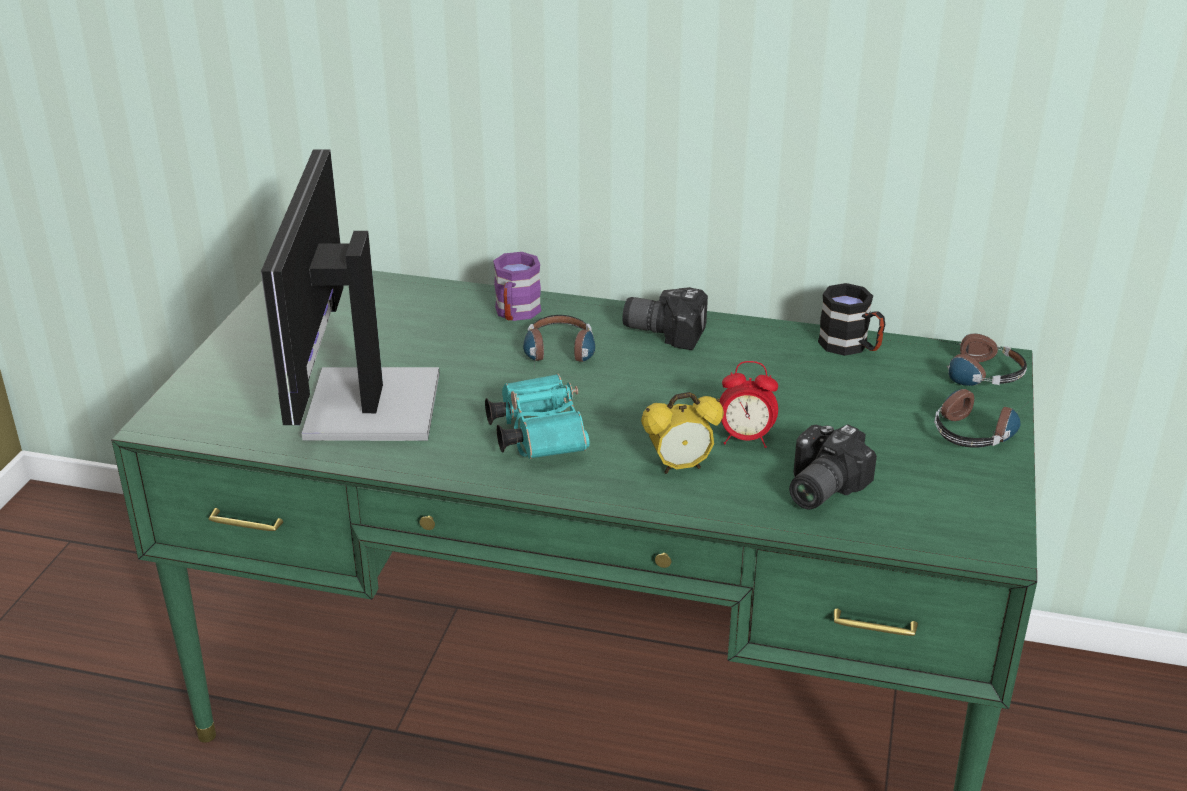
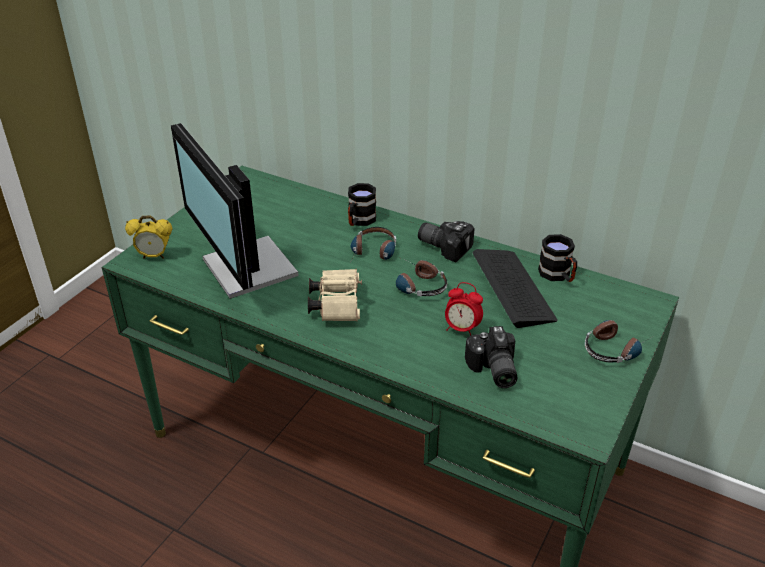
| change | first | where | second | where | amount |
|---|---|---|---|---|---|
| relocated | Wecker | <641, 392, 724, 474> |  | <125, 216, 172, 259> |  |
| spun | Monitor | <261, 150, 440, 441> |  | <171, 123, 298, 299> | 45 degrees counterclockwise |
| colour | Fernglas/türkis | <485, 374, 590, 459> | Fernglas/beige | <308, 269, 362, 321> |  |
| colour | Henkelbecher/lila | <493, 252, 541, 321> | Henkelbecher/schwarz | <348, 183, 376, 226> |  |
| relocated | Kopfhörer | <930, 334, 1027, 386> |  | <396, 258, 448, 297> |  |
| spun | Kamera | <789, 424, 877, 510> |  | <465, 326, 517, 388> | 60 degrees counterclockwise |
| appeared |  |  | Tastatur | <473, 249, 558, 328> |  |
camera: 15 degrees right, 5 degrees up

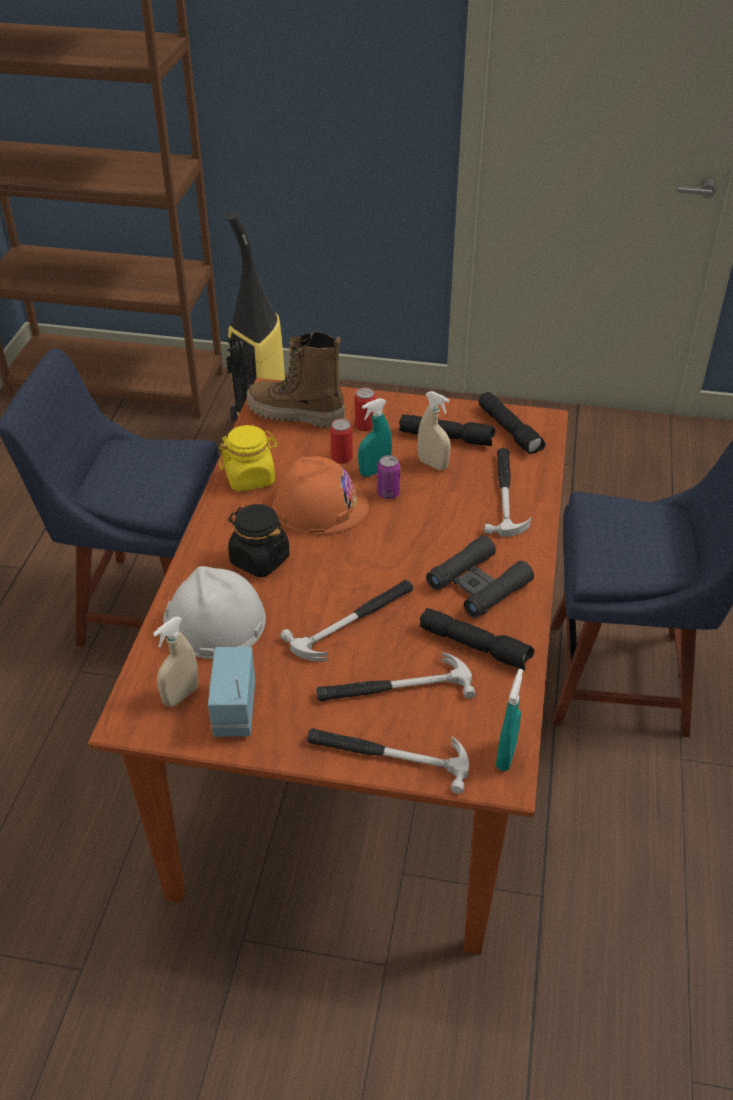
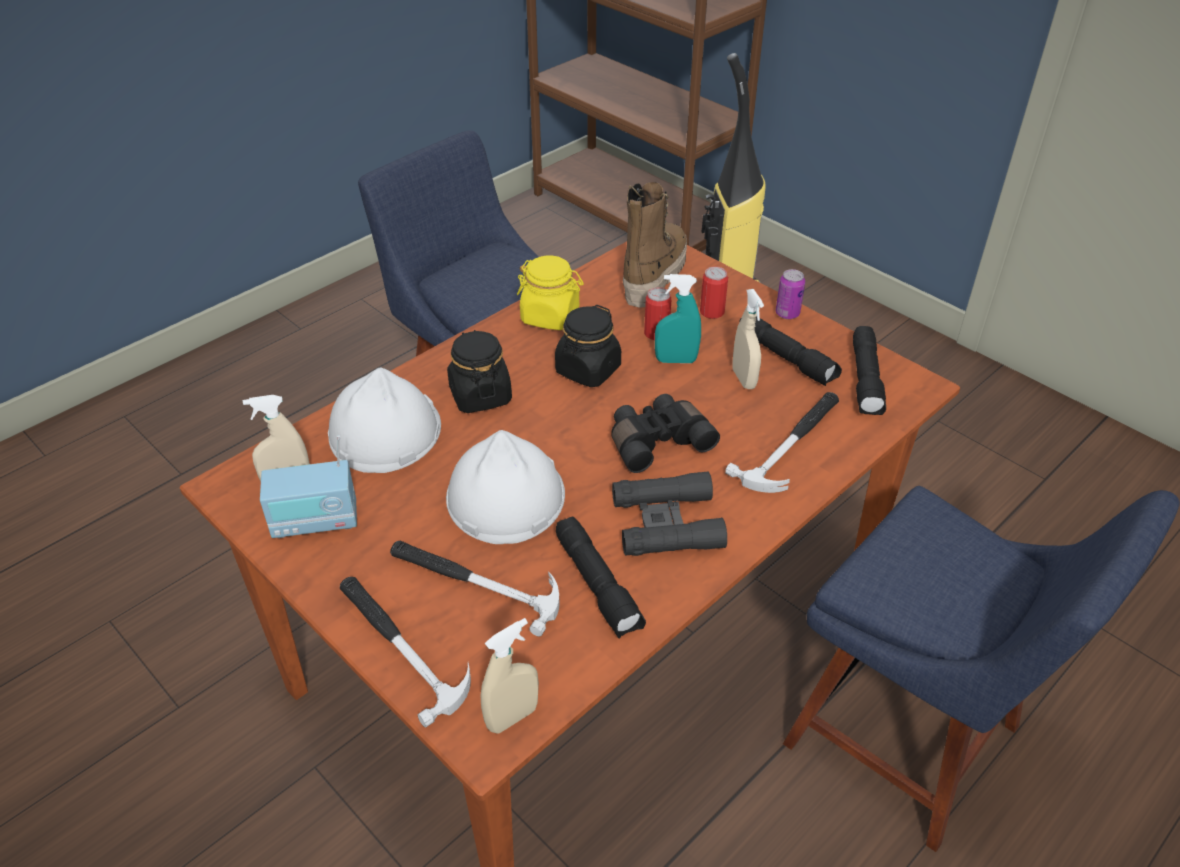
| change | first | where | second | where | amount |
|---|---|---|---|---|---|
| spun | Radio | <208, 647, 255, 737> |  | <260, 435, 357, 538> | 135 degrees counterclockwise |
| exchanged | Hammer | <280, 580, 413, 662> | Schutzhelm/weiß | <446, 430, 565, 544> |  |
| colour | Sprühflasche/türkis | <496, 669, 523, 771> | Sprühflasche/beige | <481, 618, 539, 734> |  |
| exchanged | Schutzhelm/orange | <272, 456, 369, 535> | Vorratsglas/schwarz | <555, 305, 621, 387> |  |
| appeared |  |  | Fernglas/schwarz | <611, 394, 720, 473> |  |
| spun | Stiefel | <247, 332, 345, 429> |  | <623, 182, 687, 308> | 60 degrees clockwise |
| relocated | Dose | <377, 455, 400, 499> |  | <775, 269, 805, 319> |  |
camera: 35 degrees right, 0 degrees up

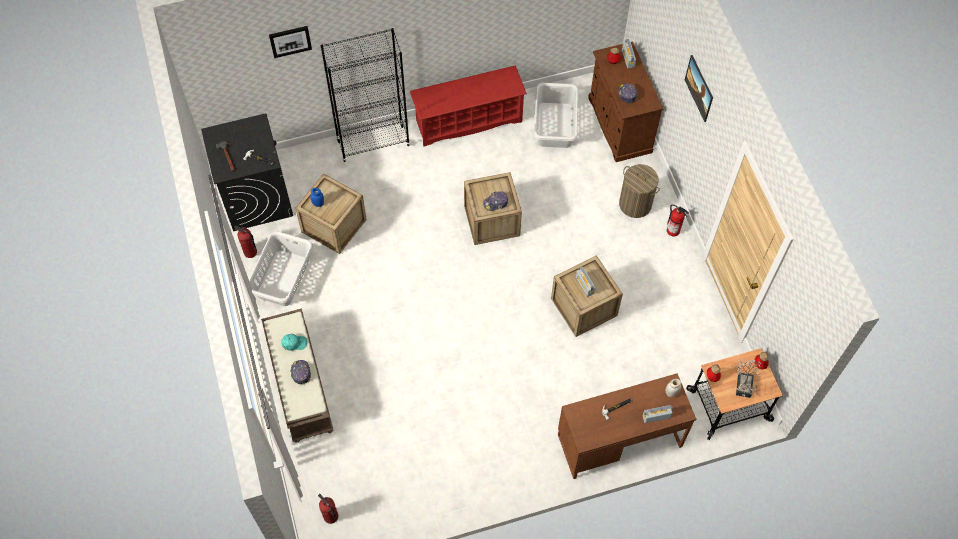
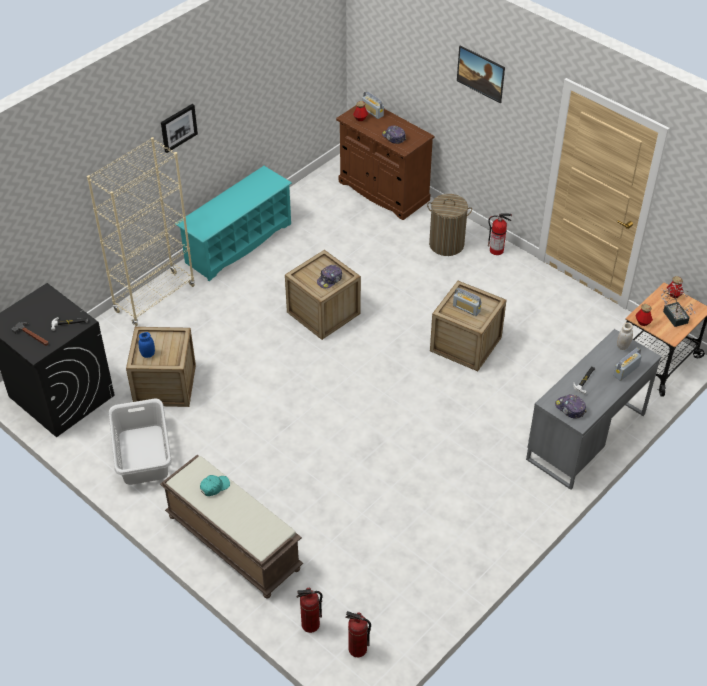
| change | first | where | second | where | amount |
|---|---|---|---|---|---|
| colour | Bücherregal/schwarz | <320, 28, 410, 162> | Bücherregal/beige | <87, 137, 195, 326> |  |
| relocated | Bild | <269, 26, 312, 58> |  | <161, 104, 198, 153> |  |
| colour | Schuhregal/rot | <410, 65, 527, 147> | Schuhregal/türkis | <175, 166, 292, 281> |  |
| relocated | Feuerlöscher | <234, 225, 257, 258> |  | <297, 588, 323, 633> |  |
| colour | Schreibtisch/braun | <558, 373, 696, 479> | Schreibtisch/grau | <526, 329, 662, 490> |  |
| relocated | Kappe | <290, 360, 311, 385> |  | <555, 394, 586, 419> |  |
| missing | Wäschekorb/grau | <534, 83, 578, 148> |  |  |  |
camera: 30 degrees left, 15 degrees down

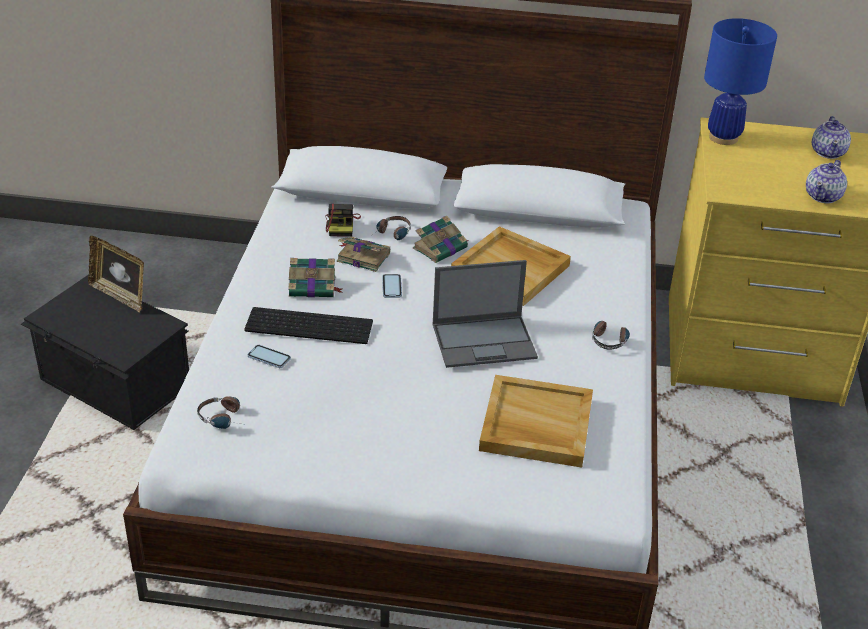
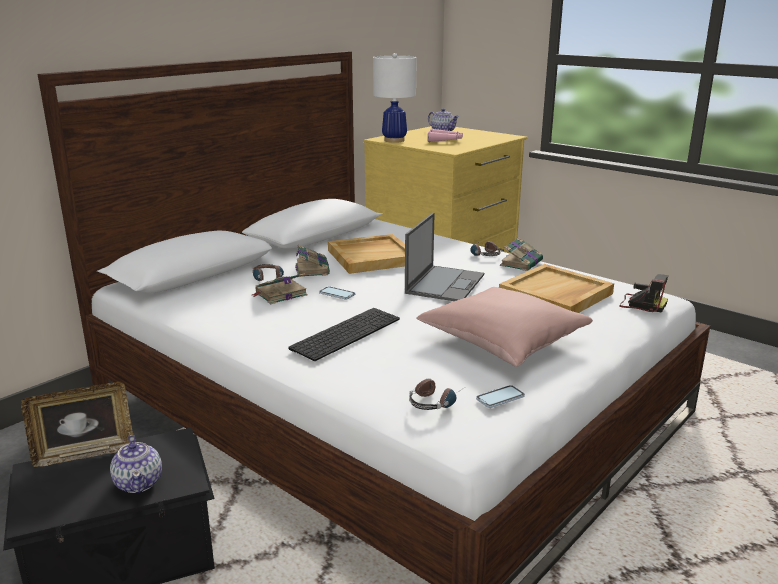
| change | first | where | second | where | amount |
|---|---|---|---|---|---|
| relocated | Teekanne | <806, 160, 847, 203> |  | <110, 435, 162, 493> |  |
| colour | Tischlampe/blau | <704, 18, 777, 145> | Tischlampe/weiß | <373, 53, 417, 143> |  |
| appeared |  |  | Kissen/rosa | <416, 287, 593, 367> |  |
| appeared |  |  | Fernglas/rosa | <427, 129, 463, 142> |  |
| relocated | Handy | <248, 345, 291, 368> |  | <476, 385, 525, 408> |  |
| relocated | Buch | <288, 258, 342, 297> |  | <500, 237, 543, 271> |  |
| relocated | Kamera | <326, 203, 361, 237> |  | <619, 274, 668, 313> |  |
camera: 55 degrees left, 15 degrees down

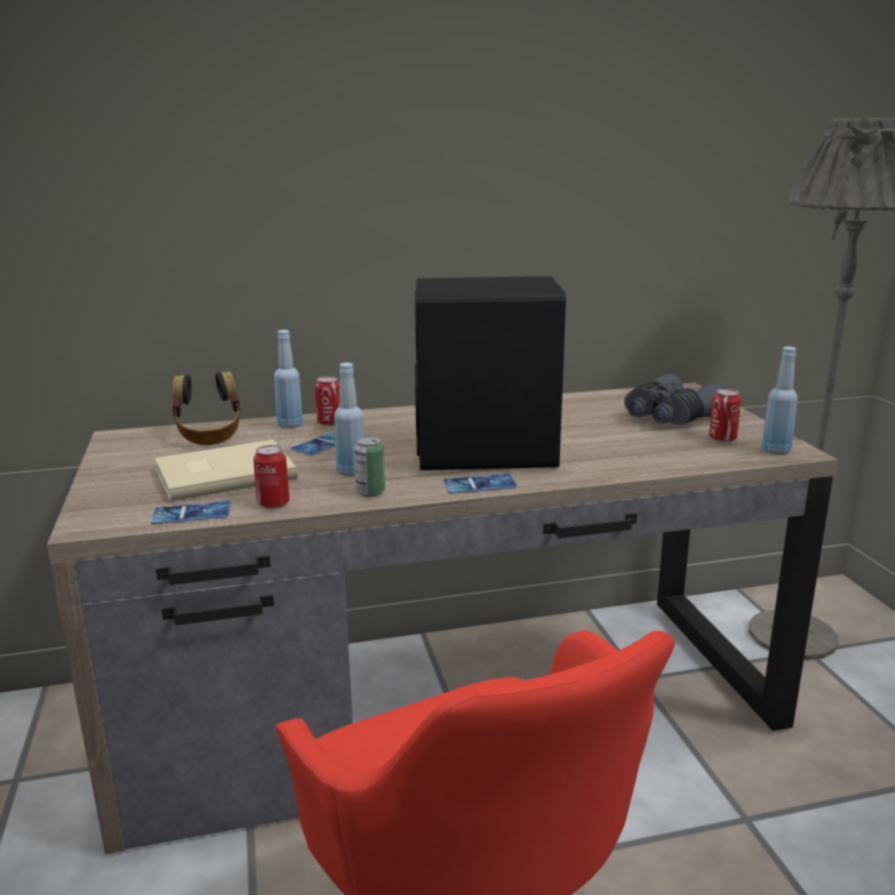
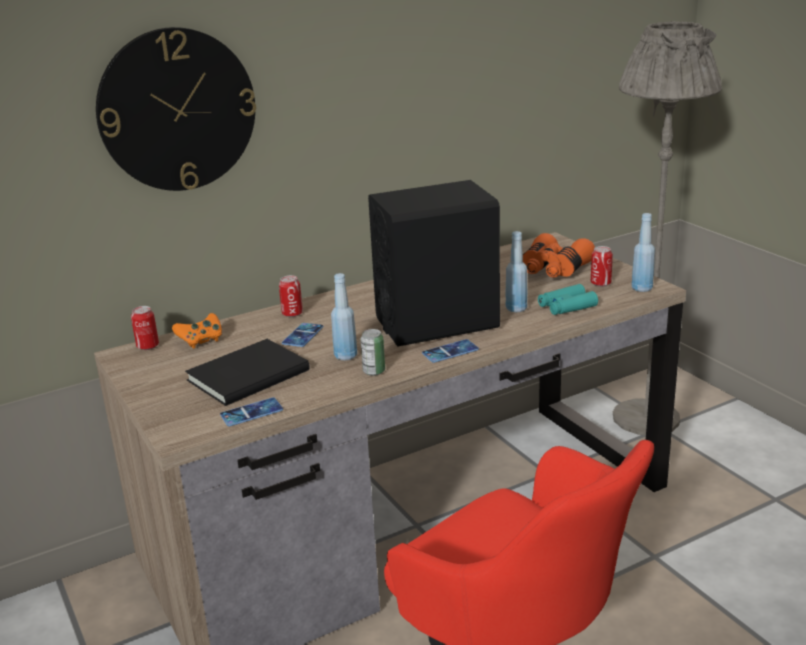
| change | first | where | second | where | amount |
|---|---|---|---|---|---|
| appeared |  |  | Wanduhr | <96, 27, 256, 191> |  |
| relocated | Dose | <253, 445, 289, 509> |  | <131, 306, 159, 350> |  |
| exchanged | Kopfhörer | <173, 371, 241, 445> | Gamepad/orange | <172, 313, 222, 349> |  |
| colour | Buch/beige | <155, 440, 298, 502> | Buch/schwarz | <185, 339, 310, 406> |  |
| relocated | Flasche/blau | <274, 330, 303, 428> |  | <506, 231, 527, 312> |  |
| colour | Fernglas/grau | <624, 374, 725, 425> | Fernglas/orange | <523, 233, 595, 277> |  |
| appeared |  |  | Fernglas/türkis | <538, 284, 598, 315> |  |
camera: 15 degrees left, 5 degrees up

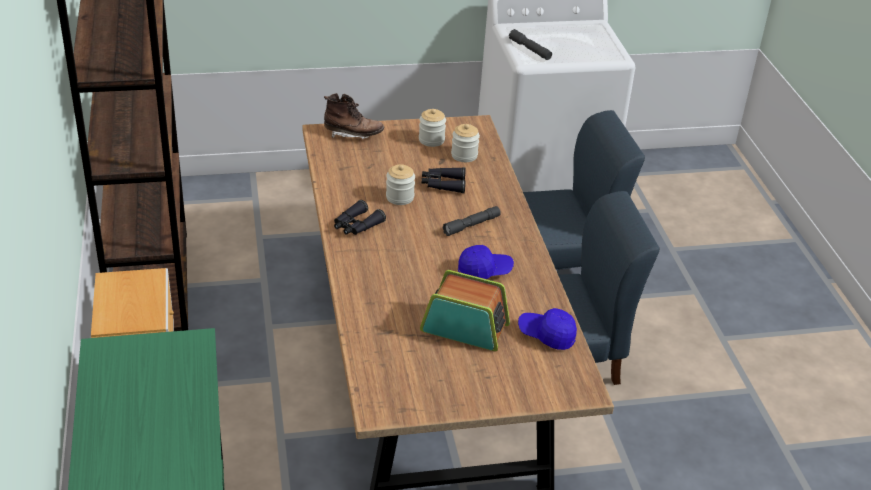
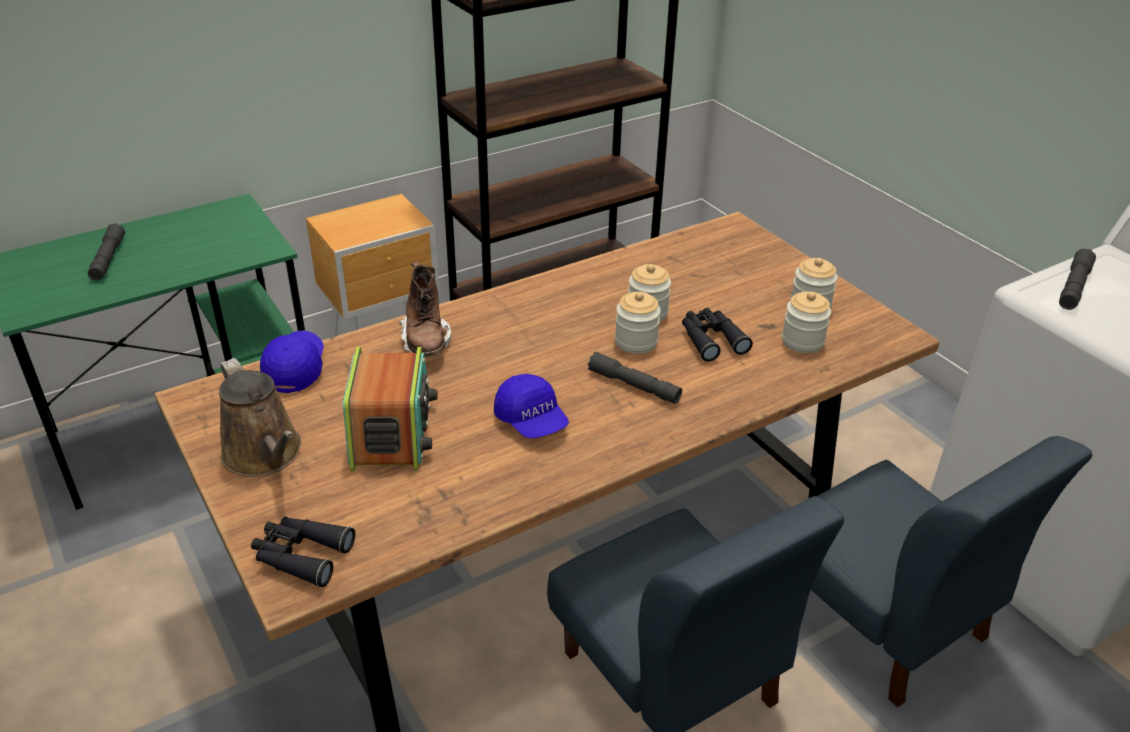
| change | first | where | second | where | amount |
|---|---|---|---|---|---|
| appeared |  |  | Taschenlampe/grau | <88, 223, 125, 281> |  |
| appeared |  |  | Gießkanne/braun | <219, 358, 301, 477> |  |
| relocated | Fernglas/schwarz | <334, 200, 386, 235> |  | <251, 516, 355, 587> |  |
| relocated | Kappe/blau | <518, 308, 577, 350> |  | <260, 330, 324, 393> |  |
| relocated | Stiefel/braun | <324, 93, 384, 139> |  | <399, 261, 451, 357> |  |
| appeared |  |  | Vorratsglas | <615, 292, 661, 354> |  |
camera: 70 degrees right, 0 degrees up

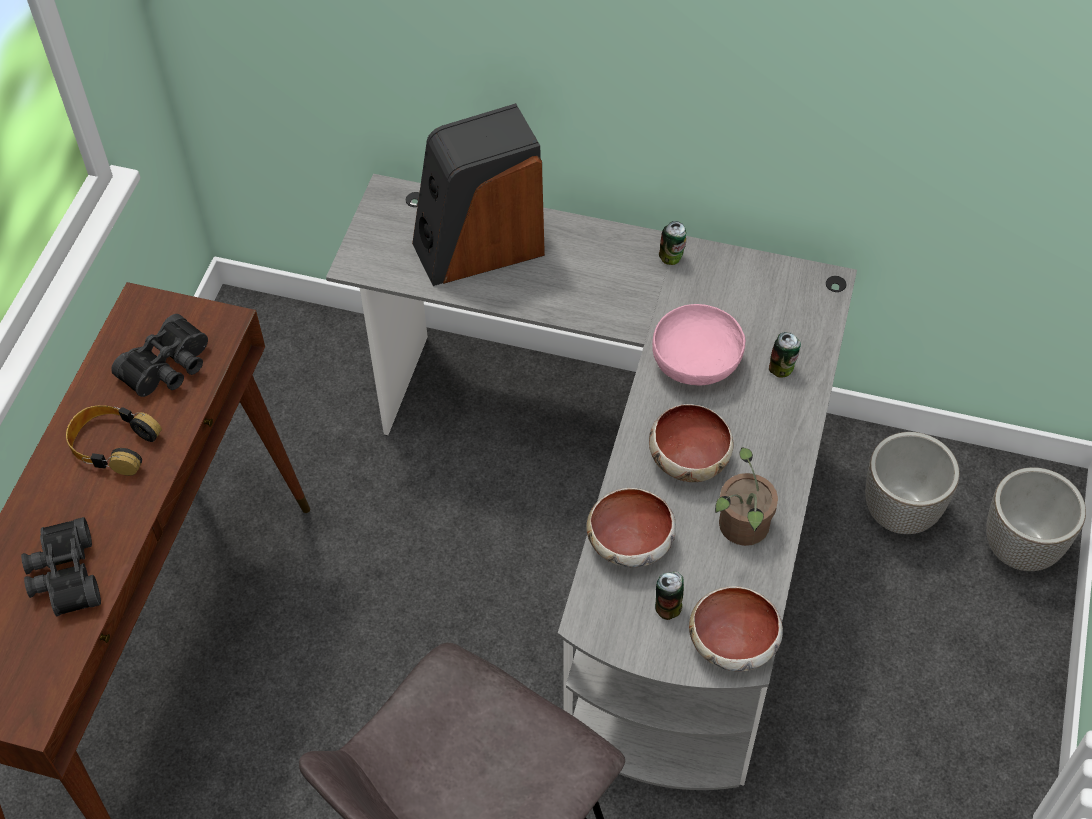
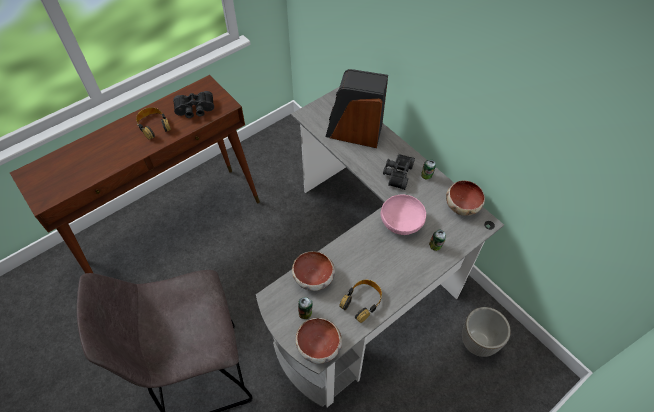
| change | first | where | second | where | amount |
|---|---|---|---|---|---|
| exchanged | Topfpflanze | <715, 447, 778, 546> | Kopfhörer | <339, 280, 382, 323> |  |
| relocated | Fernglas/schwarz | <21, 517, 101, 616> |  | <383, 154, 415, 190> |  |
| relocated | Schüssel | <649, 404, 733, 482> |  | <446, 180, 485, 216> |  |
| missing | Pflanzkübel | <986, 467, 1086, 571> |  |  |  |
camera: 35 degrees right, 0 degrees up

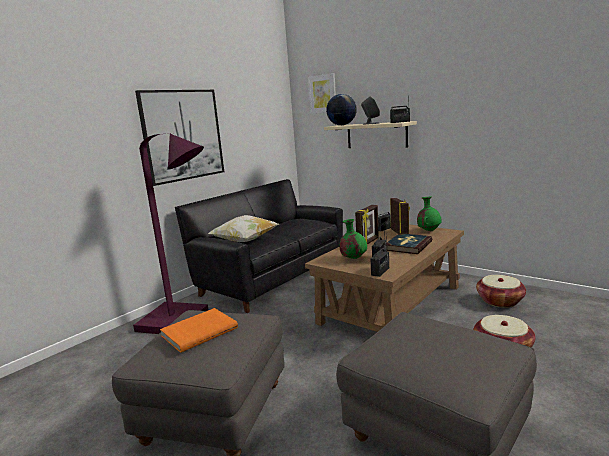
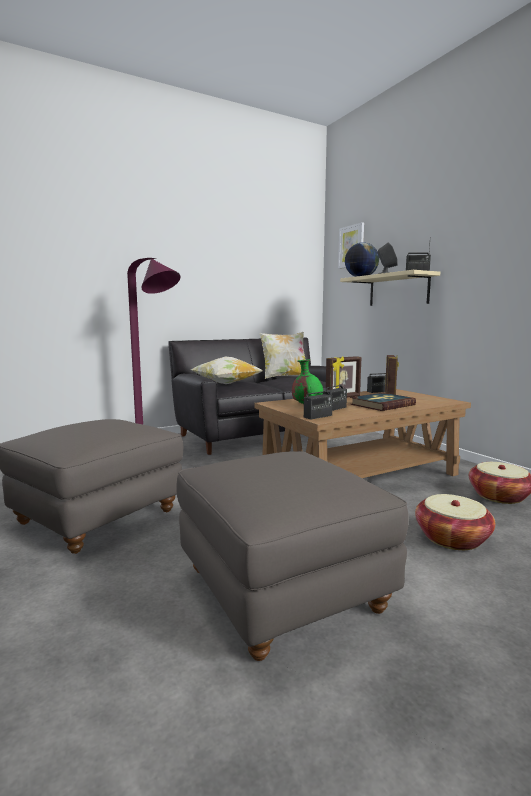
| change | first | where | second | where | amount |
|---|---|---|---|---|---|
| appeared |  |  | Kissen | <260, 332, 306, 379> |  |
| missing | Bild | <135, 90, 224, 186> |  |  |  |
| missing | Buch/orange | <160, 308, 238, 353> |  |  |  |
| missing | Vase/grün | <417, 197, 442, 231> |  |  |  |
camera: 20 degrees right, 5 degrees down

